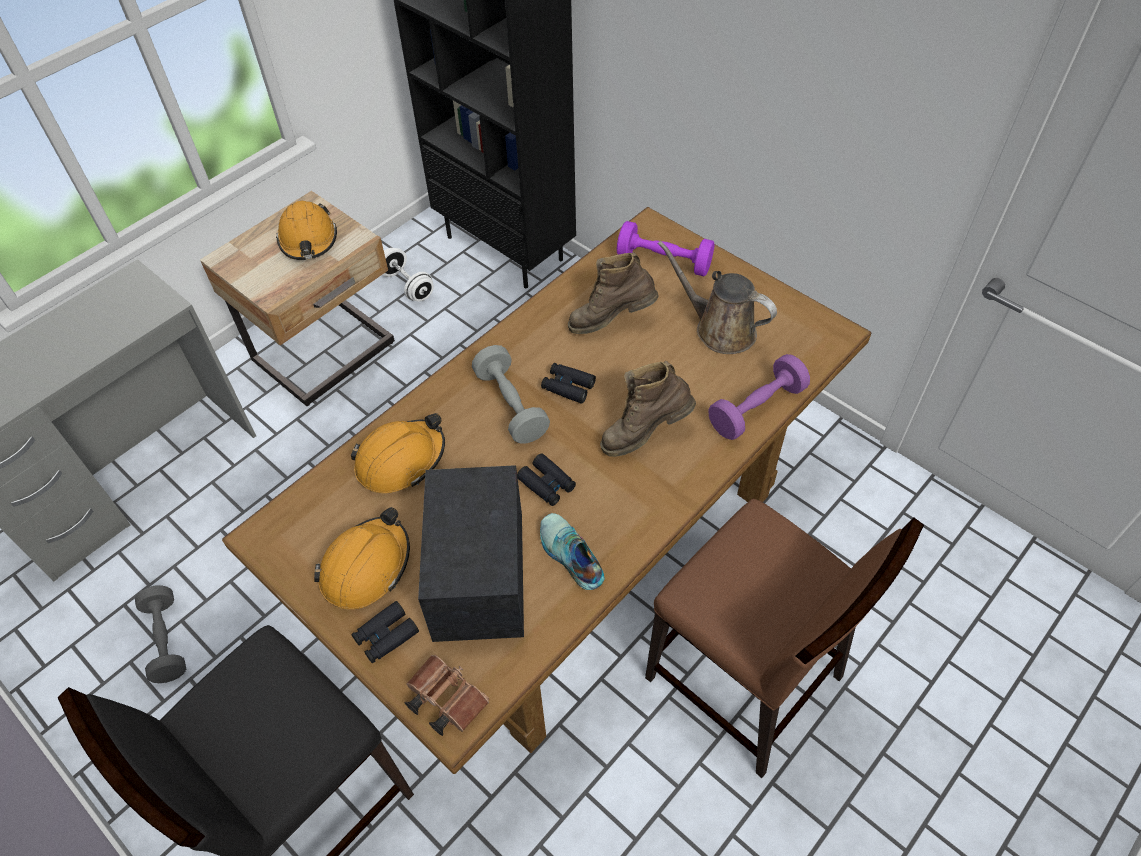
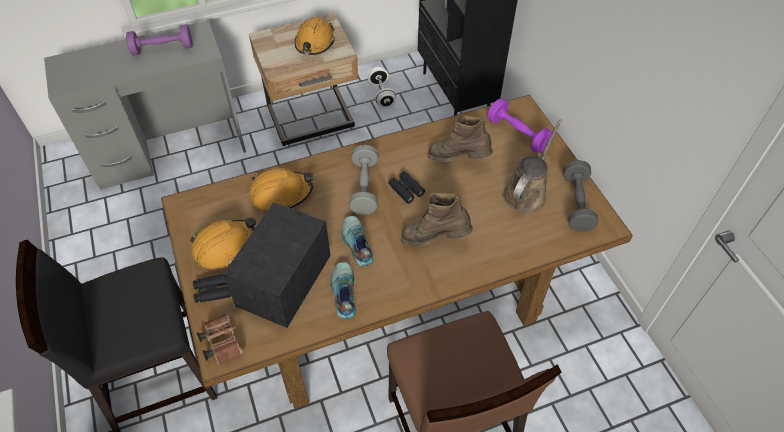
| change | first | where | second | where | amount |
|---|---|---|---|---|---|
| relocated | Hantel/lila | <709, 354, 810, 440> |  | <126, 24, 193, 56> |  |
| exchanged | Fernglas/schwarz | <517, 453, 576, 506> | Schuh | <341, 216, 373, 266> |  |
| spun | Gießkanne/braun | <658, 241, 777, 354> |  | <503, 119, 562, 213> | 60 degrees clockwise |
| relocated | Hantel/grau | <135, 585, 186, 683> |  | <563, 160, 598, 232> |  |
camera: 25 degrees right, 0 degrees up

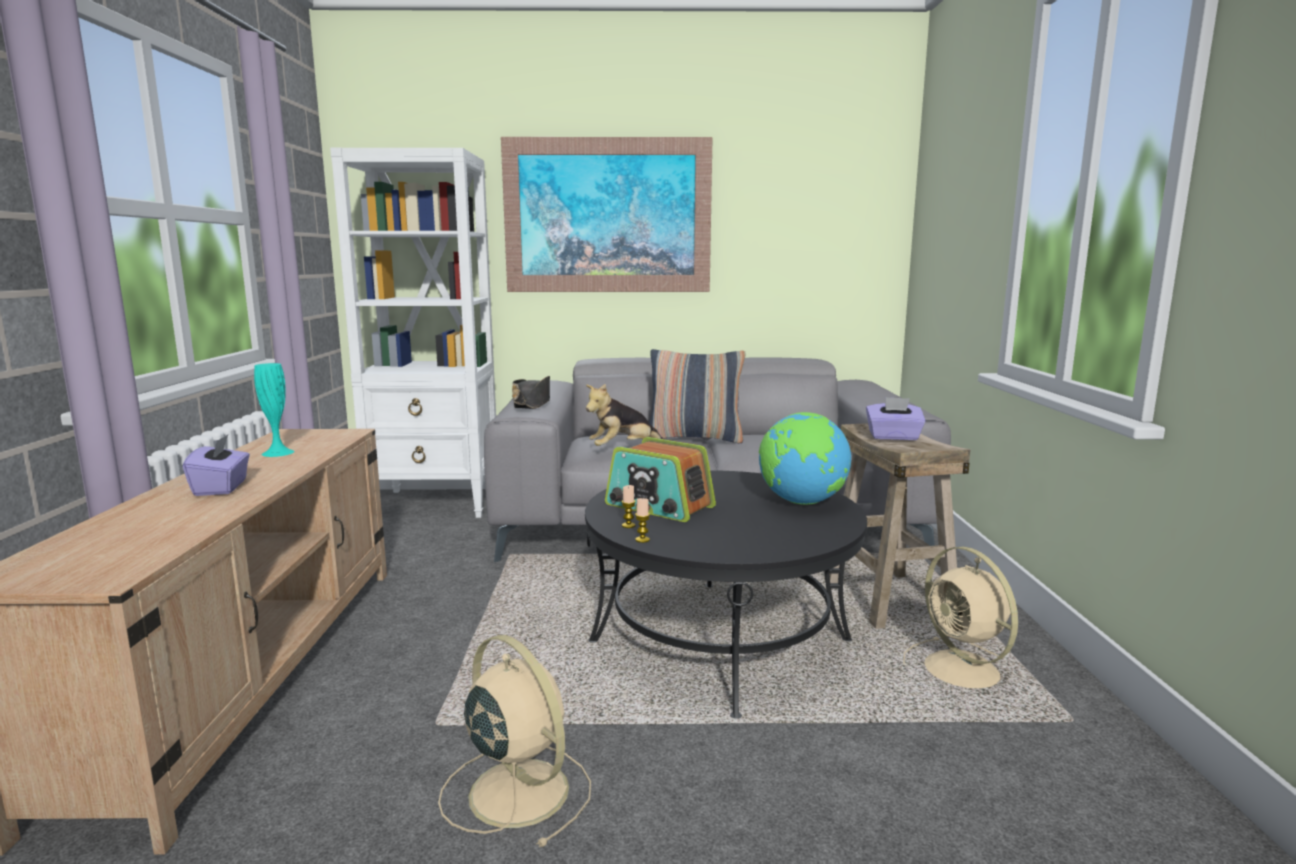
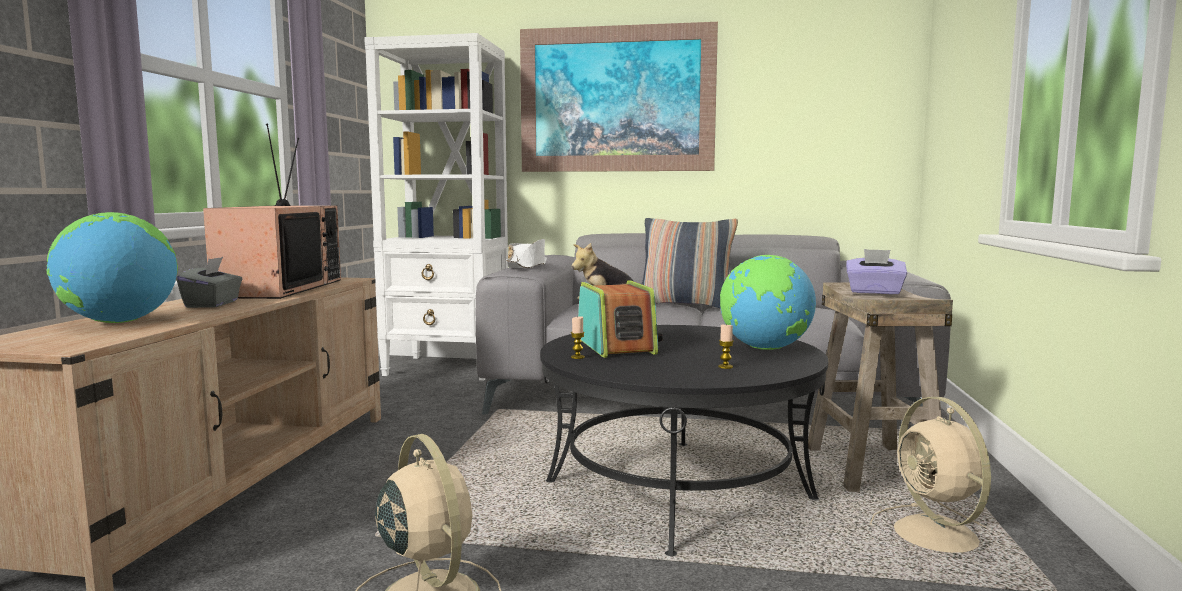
| change | first | where | second | where | amount |
|---|---|---|---|---|---|
| appeared |  |  | Globus | <46, 212, 178, 323> |  |
| colour | Taschentuchbox/lila | <183, 435, 250, 496> | Taschentuchbox/grau | <176, 257, 242, 308> |  |
| exchanged | Vase/türkis | <254, 363, 295, 457> | Fernseher | <203, 124, 341, 299> |  |
| colour | Hut/schwarz | <512, 376, 550, 409> | Hut/weiß | <506, 239, 547, 268> |  |
| spun | Radio | <605, 437, 716, 522> |  | <578, 280, 663, 358> | 150 degrees counterclockwise |
| relocated | Kerze | <635, 498, 650, 543> |  | <718, 325, 734, 369> |  |
camera: 10 degrees right, 5 degrees down

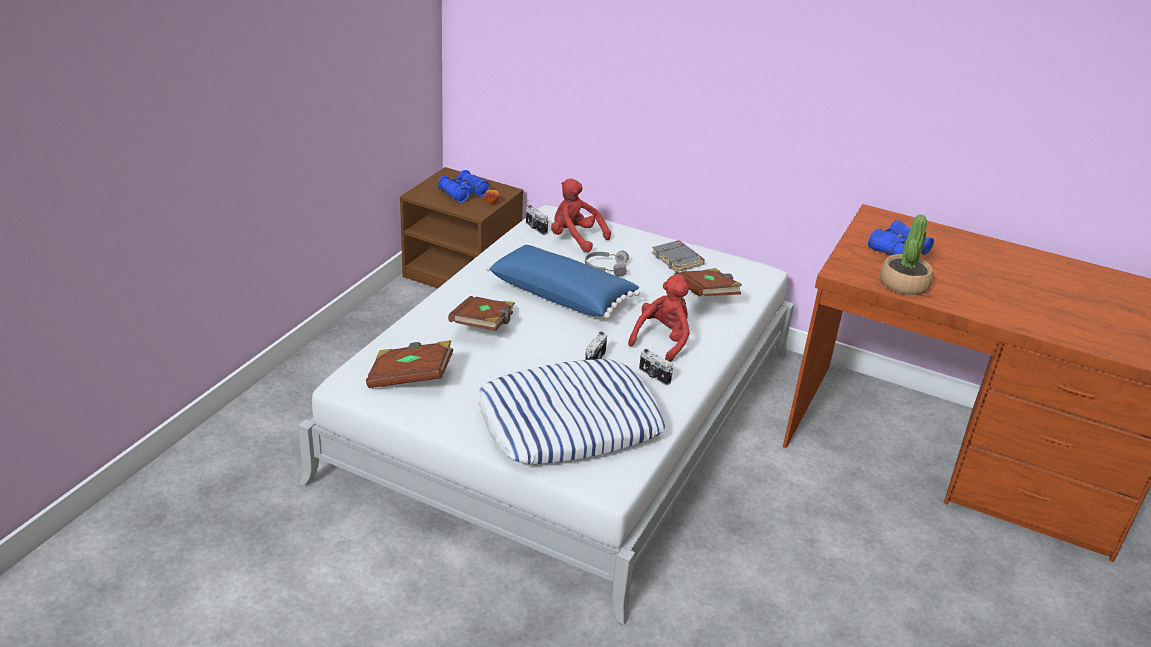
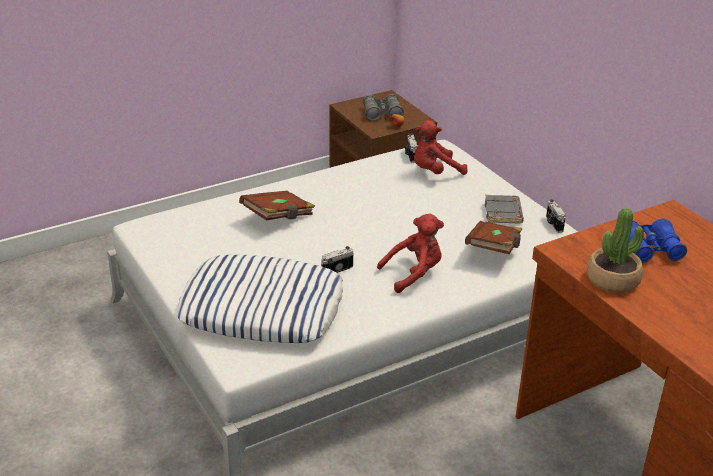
| change | first | where | second | where | amount |
|---|---|---|---|---|---|
| colour | Fernglas/blau | <437, 170, 490, 203> | Fernglas/grau | <363, 94, 404, 121> |  |
| spun | Plüschtier/rot | <551, 179, 611, 252> |  | <414, 120, 468, 175> | 90 degrees counterclockwise |
| relocated | Kamera | <639, 349, 673, 385> |  | <546, 199, 566, 233> |  |
| missing | Buch/braun | <366, 340, 454, 388> |  |  |  |
| missing | Kissen/blau | <486, 245, 640, 319> |  |  |  |
| missing | Kopfhörer/grau | <585, 251, 629, 277> |  |  |  |
camera: 35 degrees right, 0 degrees up

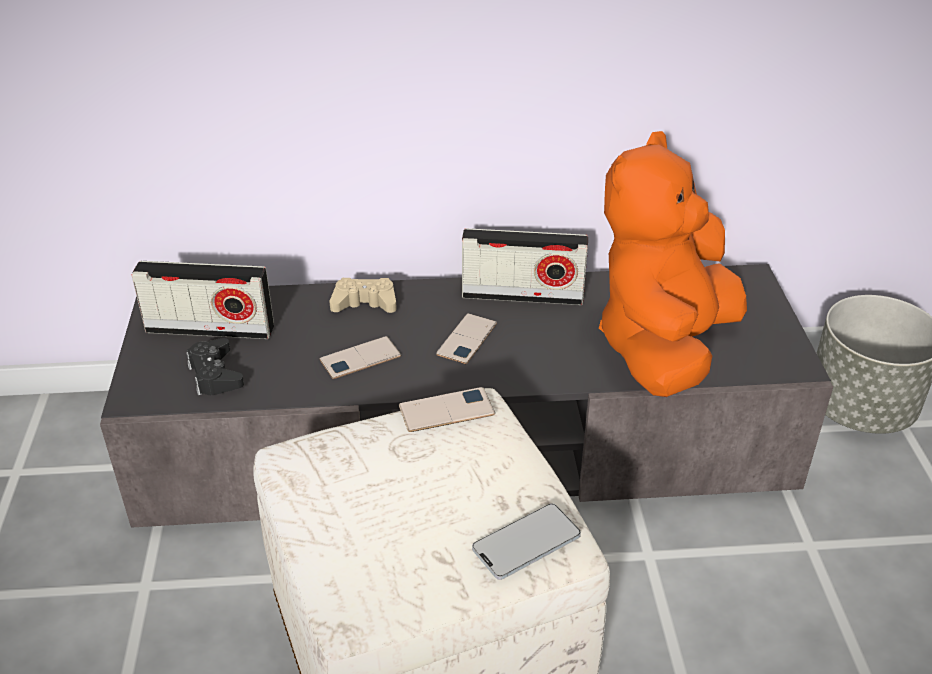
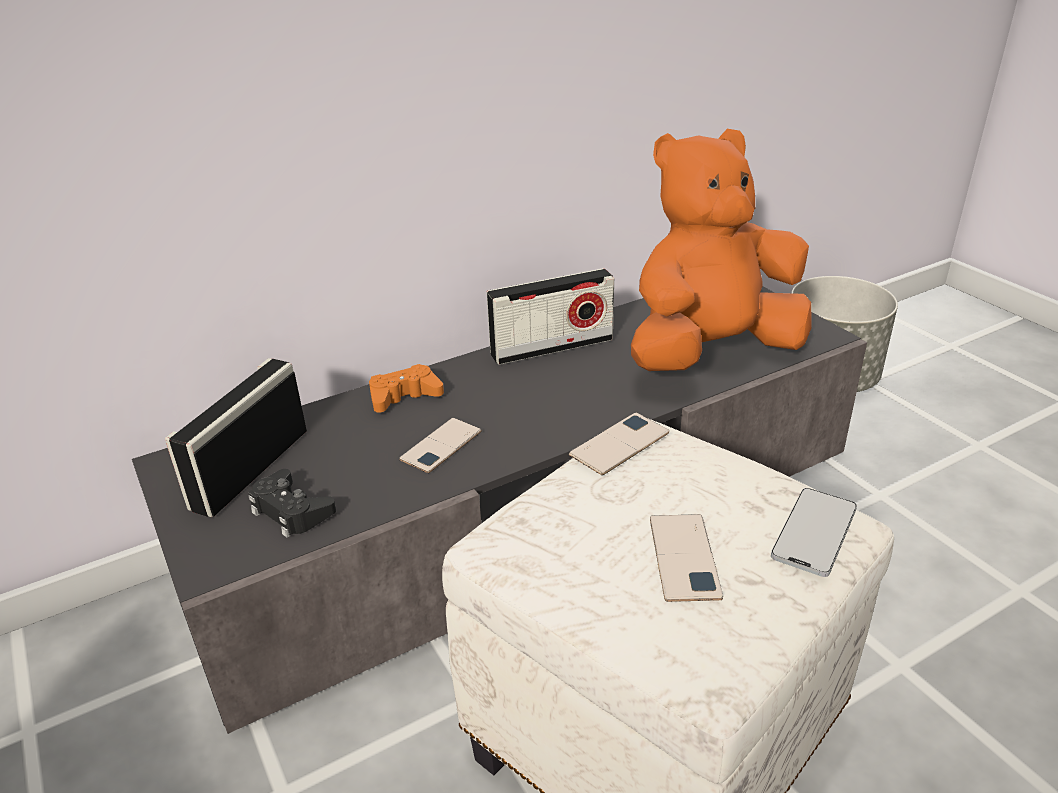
| change | first | where | second | where | amount |
|---|---|---|---|---|---|
| spun | Radio | <132, 261, 274, 339> |  | <165, 358, 307, 517> | 135 degrees clockwise |
| colour | Gamepad/beige | <329, 278, 397, 313> | Gamepad/orange | <369, 364, 444, 412> |  |
| spun | Plüschtier/orange | <599, 131, 747, 397> |  | <631, 129, 812, 371> | 60 degrees clockwise |
| relocated | Handy | <436, 313, 497, 364> |  | <650, 514, 723, 602> |  |
camera: 25 degrees left, 5 degrees down

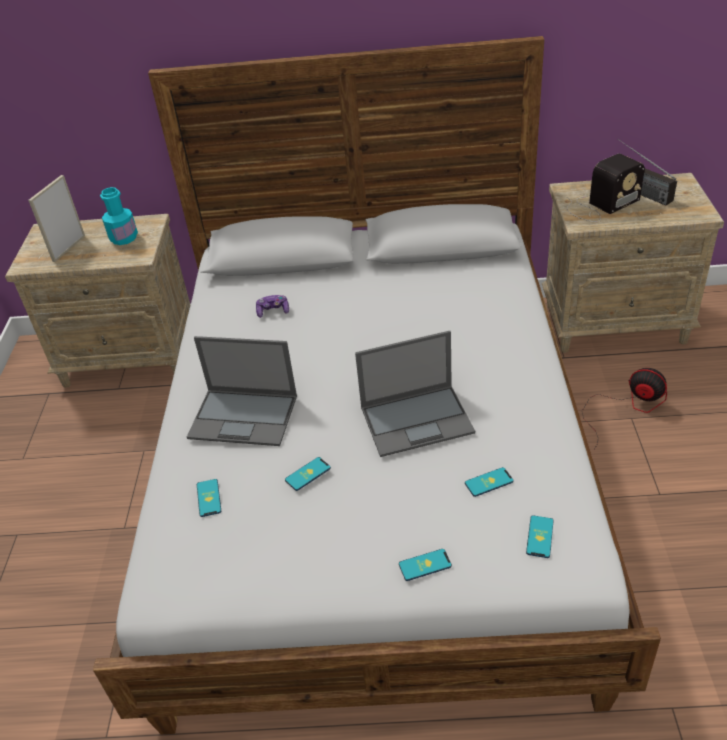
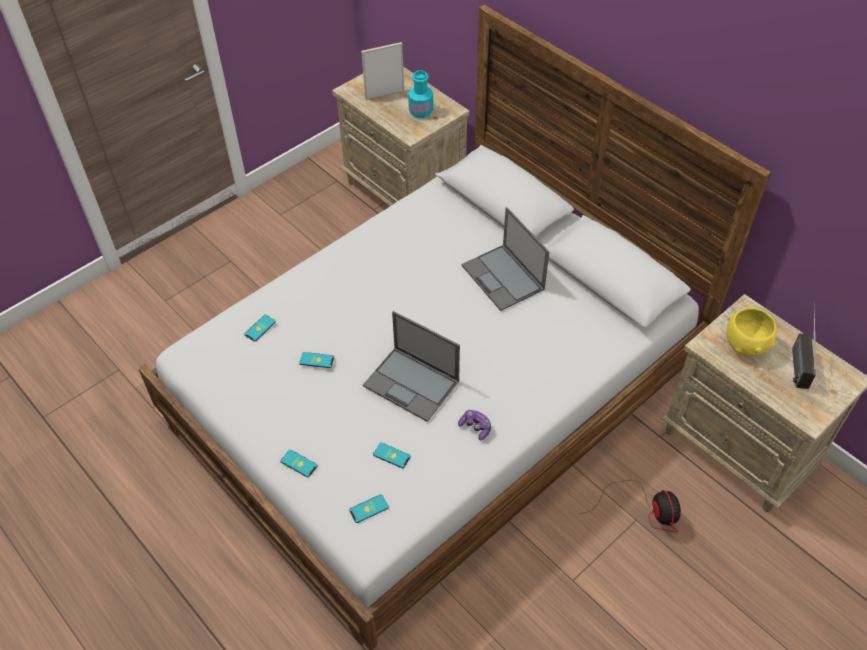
| change | first | where | second | where | amount |
|---|---|---|---|---|---|
| relocated | Gamepad | <256, 295, 289, 318> |  | <458, 410, 491, 440> |  |
| relocated | Laptop | <187, 336, 297, 446> |  | <461, 207, 550, 311> |  |
| exchanged | Radio | <567, 154, 645, 222> | Schüssel/gelb | <726, 308, 777, 356> |  |
camera: 45 degrees right, 10 degrees up

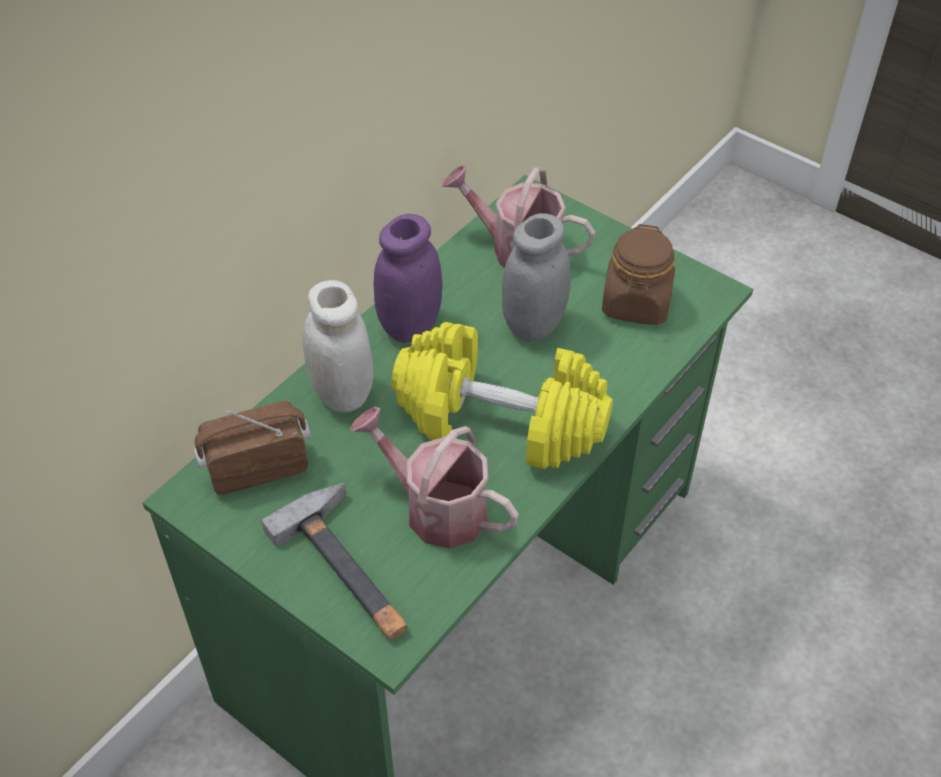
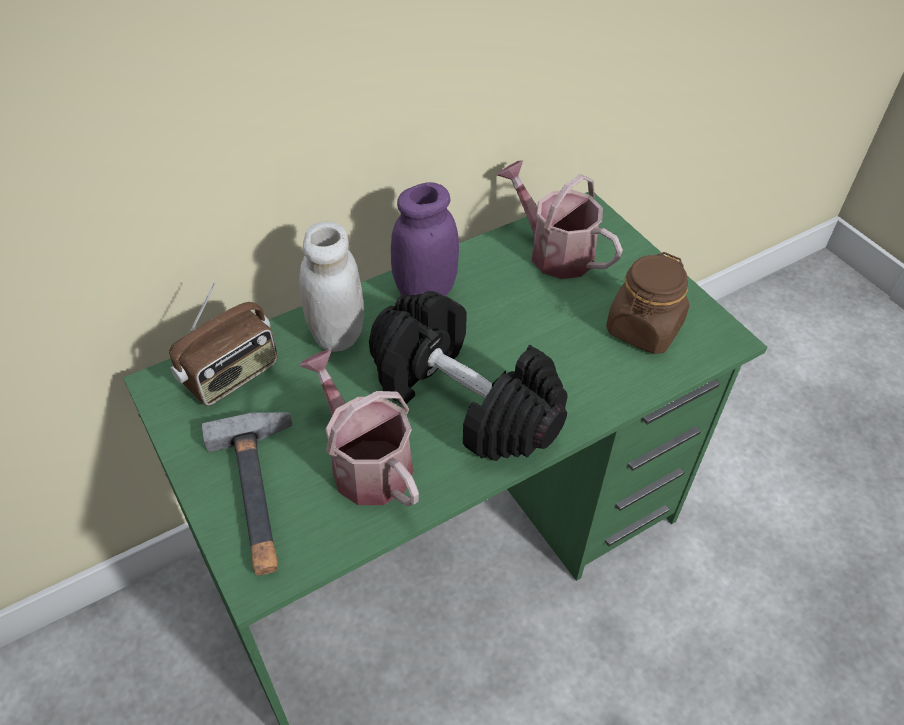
| change | first | where | second | where | amount |
|---|---|---|---|---|---|
| spun | Radio | <194, 401, 311, 495> |  | <169, 283, 277, 406> | 135 degrees clockwise |
| colour | Hantel/gelb | <392, 322, 613, 469> | Hantel/schwarz | <369, 291, 568, 461> |  |
| missing | Vorratsglas/grau | <502, 213, 571, 342> |  |  |  |
camera: 20 degrees right, 0 degrees up

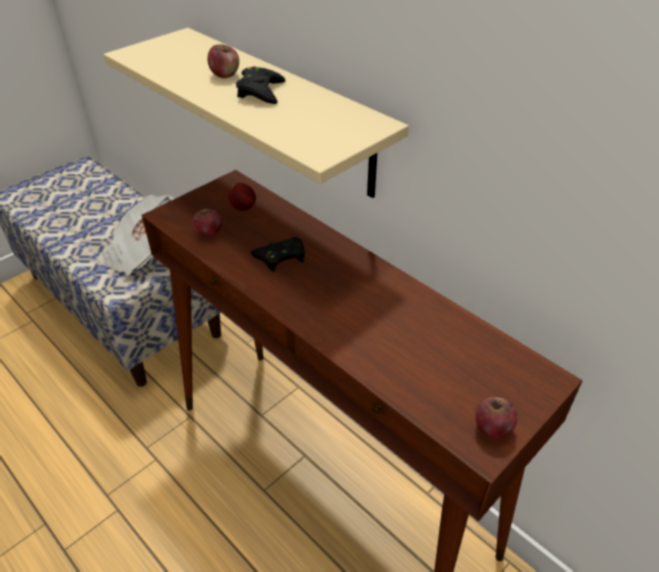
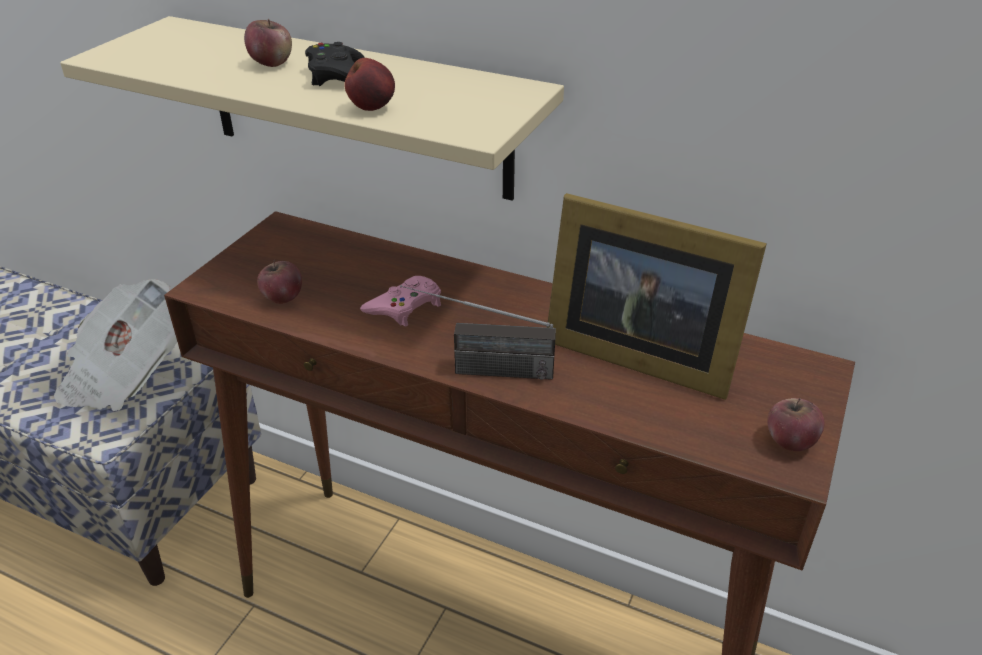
| change | first | where | second | where | amount |
|---|---|---|---|---|---|
| relocated | Apfel | <228, 183, 256, 211> |  | <344, 58, 395, 111> |  |
| colour | Gamepad/schwarz | <251, 237, 305, 272> | Gamepad/rosa | <360, 276, 441, 326> |  |
| appeared |  |  | Radio | <400, 285, 556, 380> |  |
| appeared |  |  | Bilderrahmen | <547, 193, 767, 400> |  |
camera: 20 degrees left, 5 degrees down

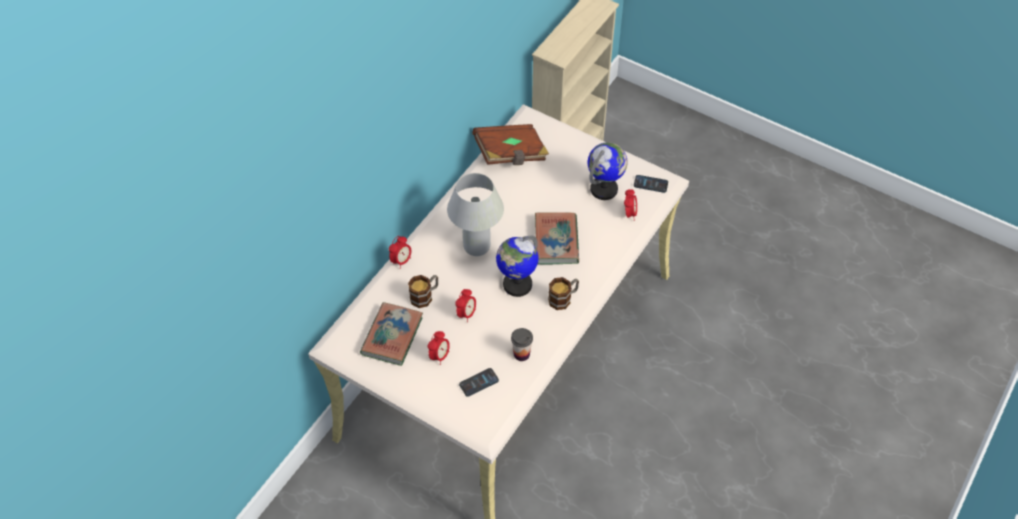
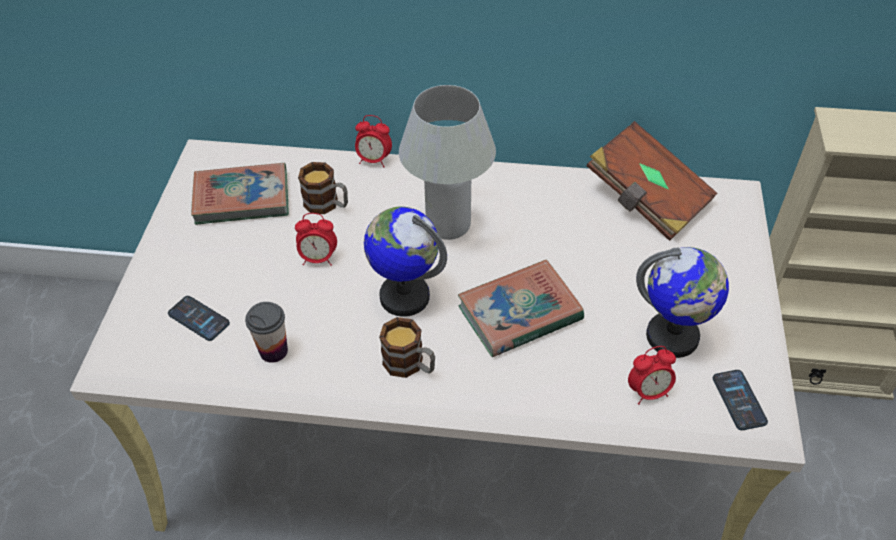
| change | first | where | second | where | amount |
|---|---|---|---|---|---|
| missing | Wecker | <428, 331, 450, 365> |  |  |  |
camera: 65 degrees right, 5 degrees down

